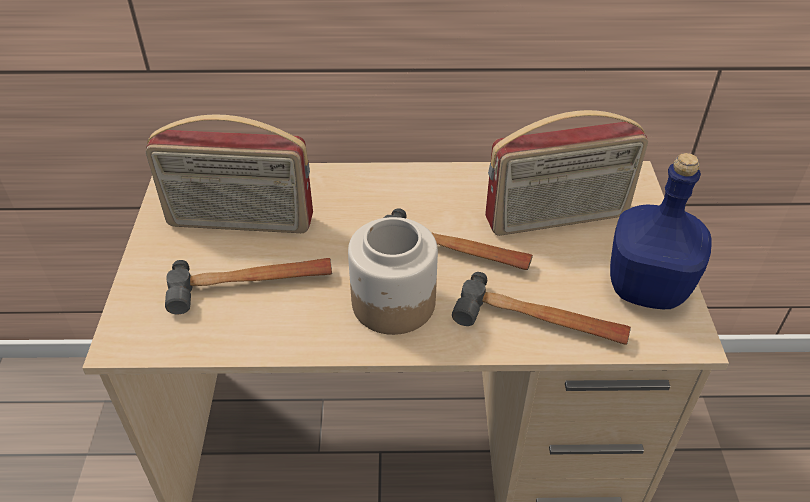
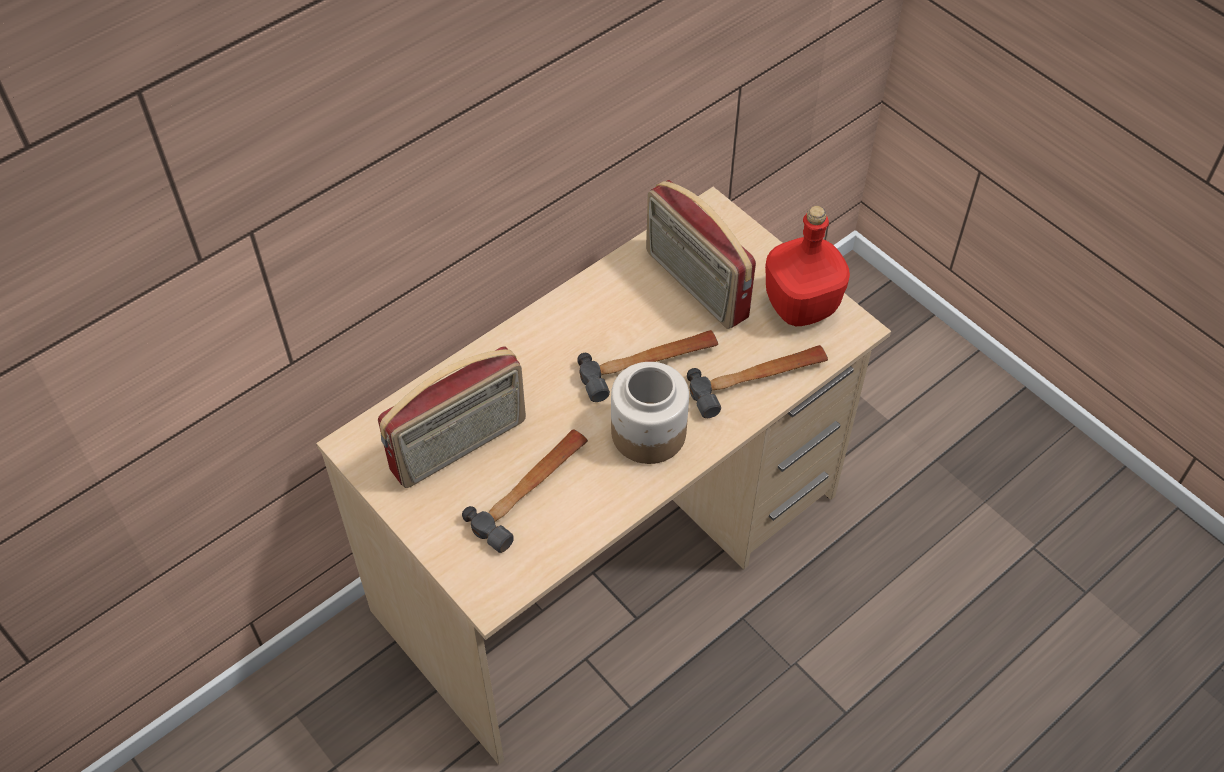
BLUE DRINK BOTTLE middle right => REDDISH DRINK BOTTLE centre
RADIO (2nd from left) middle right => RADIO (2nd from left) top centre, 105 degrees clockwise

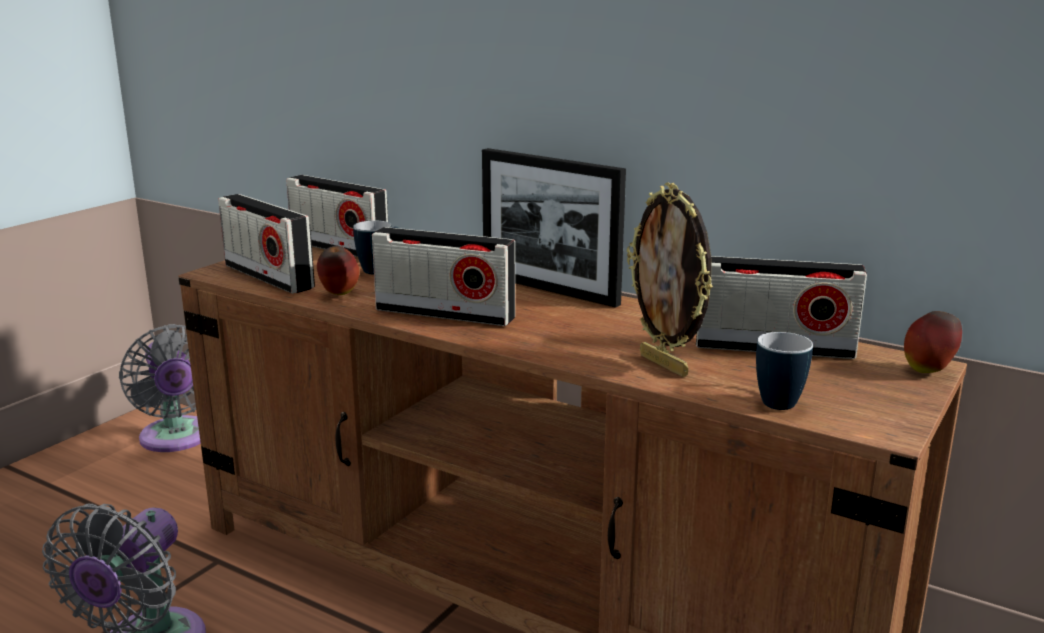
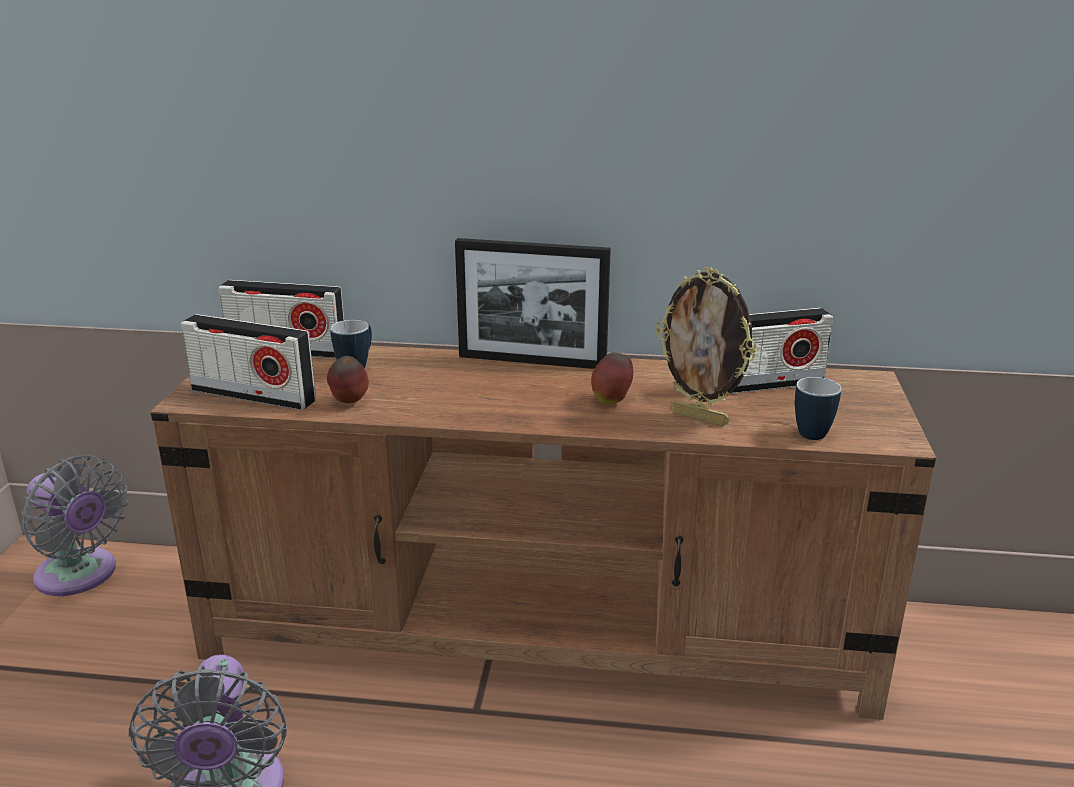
RADIO (3rd from left) centre => nothing
APPLE (2nd from left) middle right => APPLE (2nd from left) centre, moved

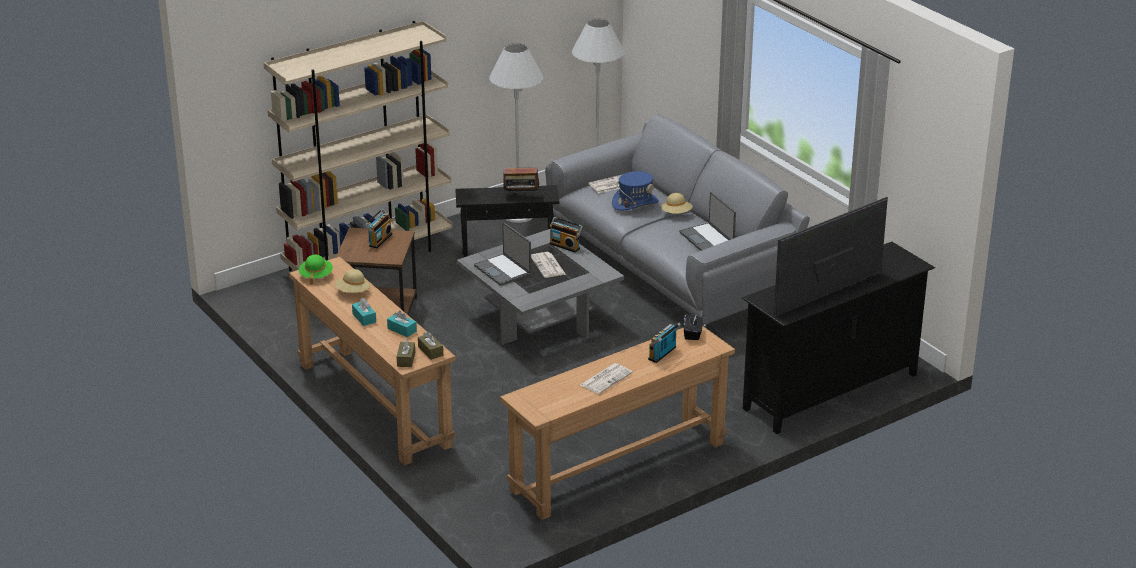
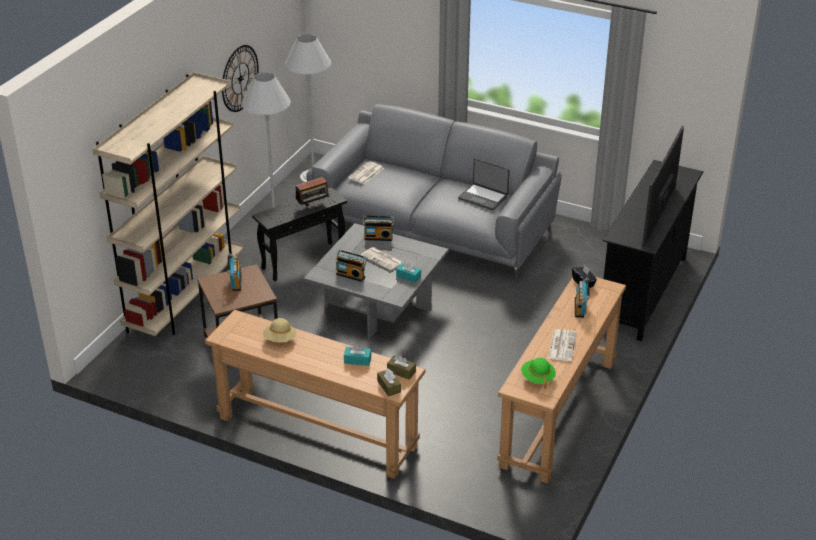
BLUE HAT centre => nothing
BEIGE HAT (2nd from left) centre => nothing
nothing => WALL CLOCK top left
GREEN HAT middle left => GREEN HAT bottom centre, moved
BLUE-GREEN BOX OF TISSUES (1st from left in the first image) middle left => BLUE-GREEN BOX OF TISSUES (2nd from left) centre, moved
LAPTOP (1st from left) centre => RADIO (3rd from left) centre

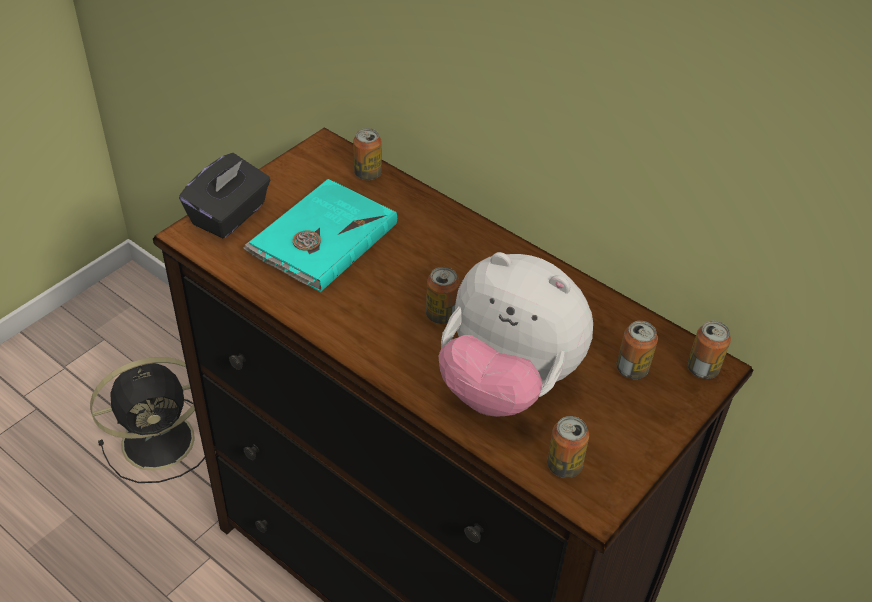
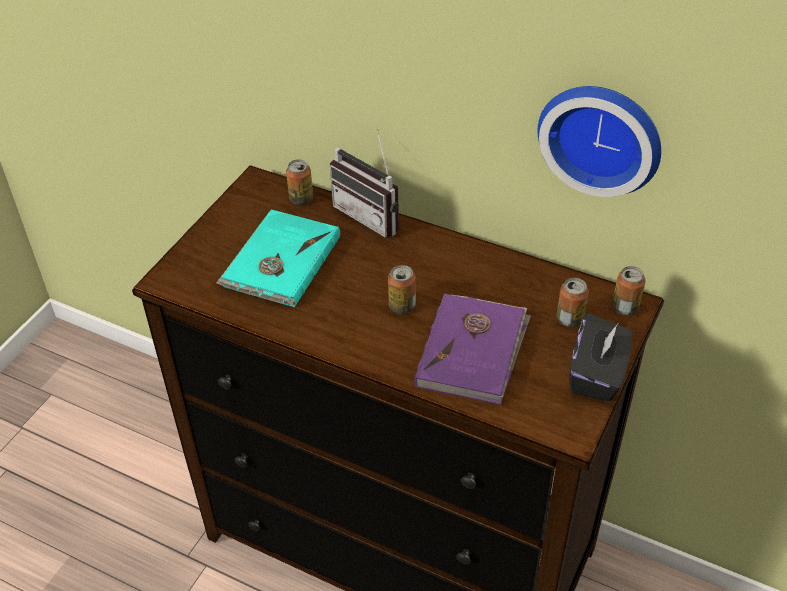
BLACKISH ELECTRIC FAN bottom left => nothing
METAL CAN (3rd from left) bottom centre => nothing
nothing => RADIO top centre
nothing => WALL CLOCK top right
BLACKISH BOX OF TISSUES top left => BLACKISH BOX OF TISSUES middle right, moved
CUDDLY TOY centre => PURPLISH BOUND BOOK centre

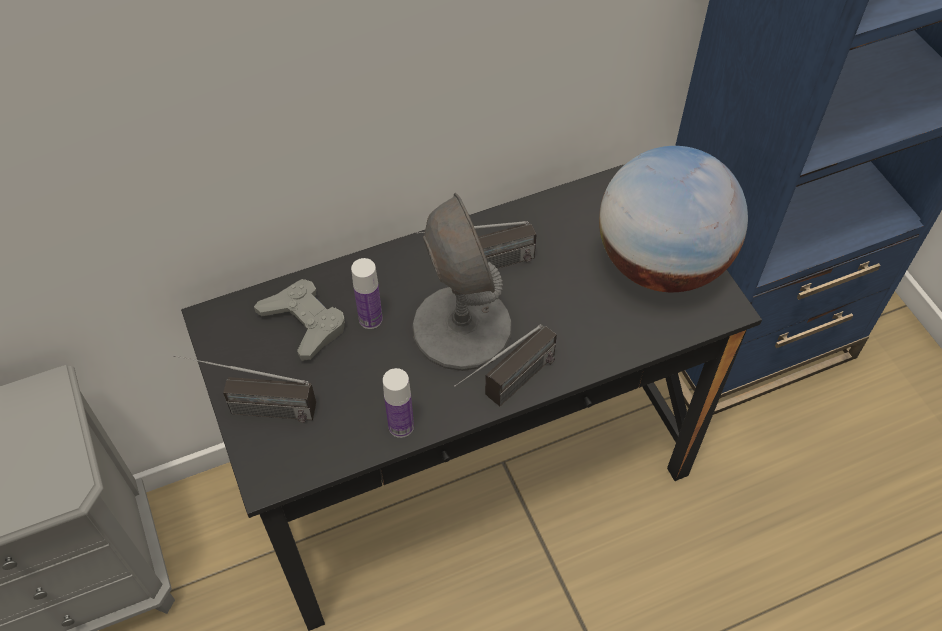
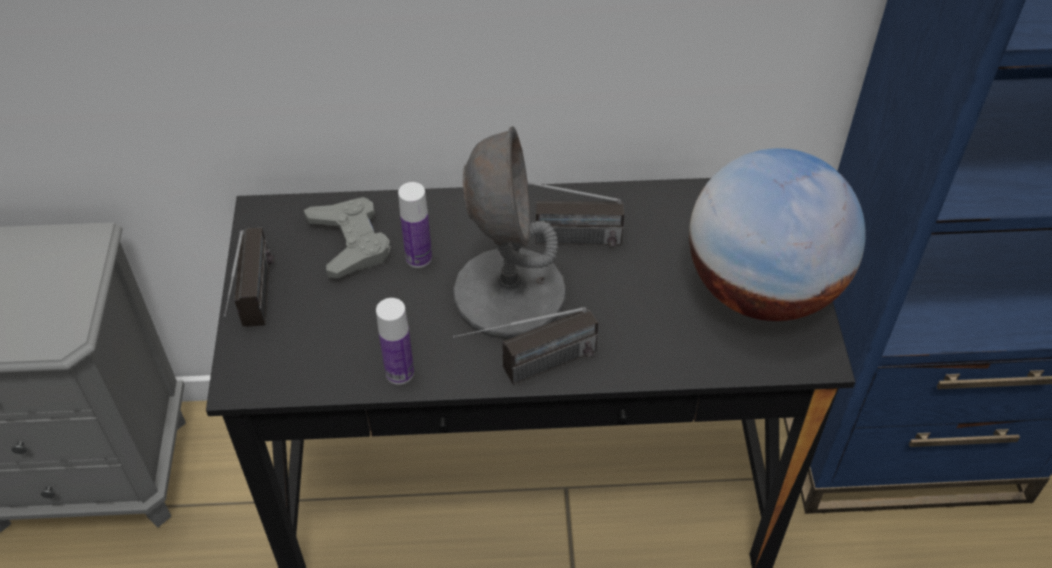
RADIO (1st from left) middle left, 120 degrees counterclockwise

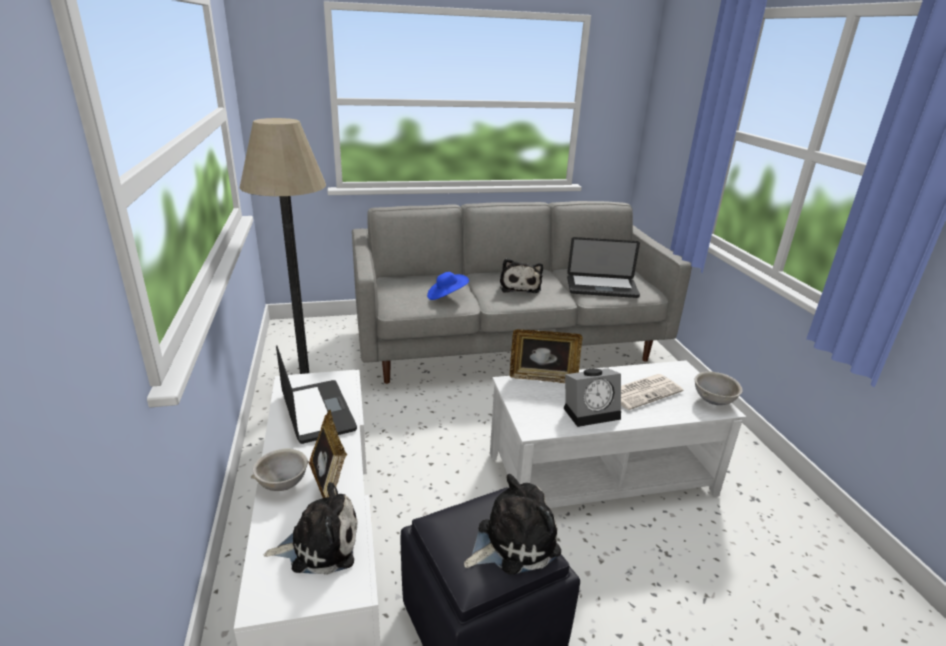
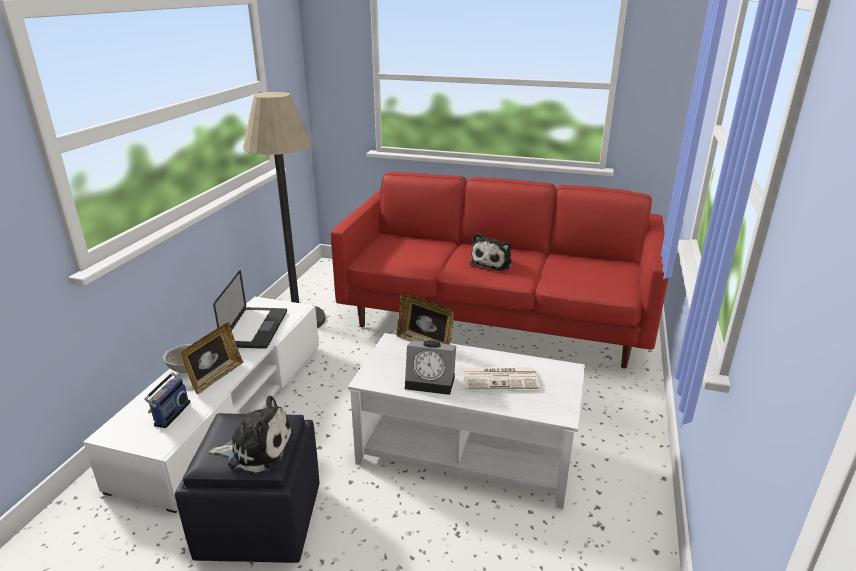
BLUE HAT centre => nothing
LAPTOP (2nd from left) centre => nothing
GREYISH SERVING BOWL (2nd from left) middle right => nothing
CUDDLY TOY (1st from left) bottom left => RADIO bottom left
GREYISH SETTEE centre => REDDISH SETTEE centre

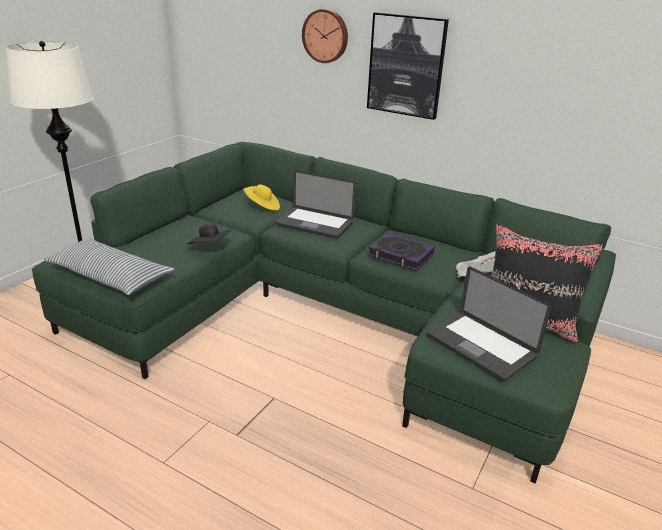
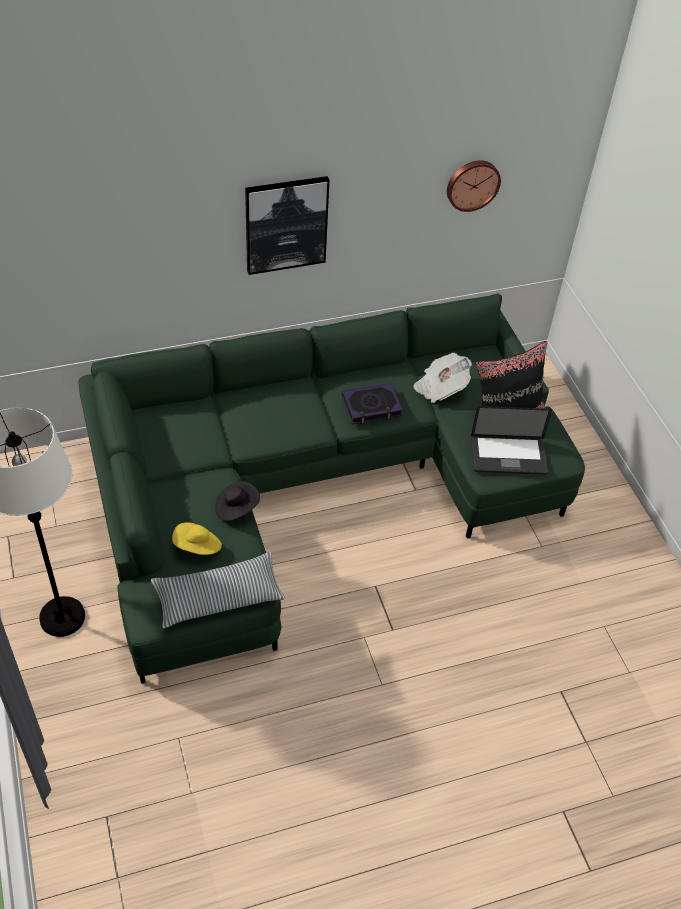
LAPTOP (1st from left) centre => nothing
YELLOWISH HAT centre => YELLOWISH HAT middle left, moved
WALL CLOCK top centre => WALL CLOCK top right, moved

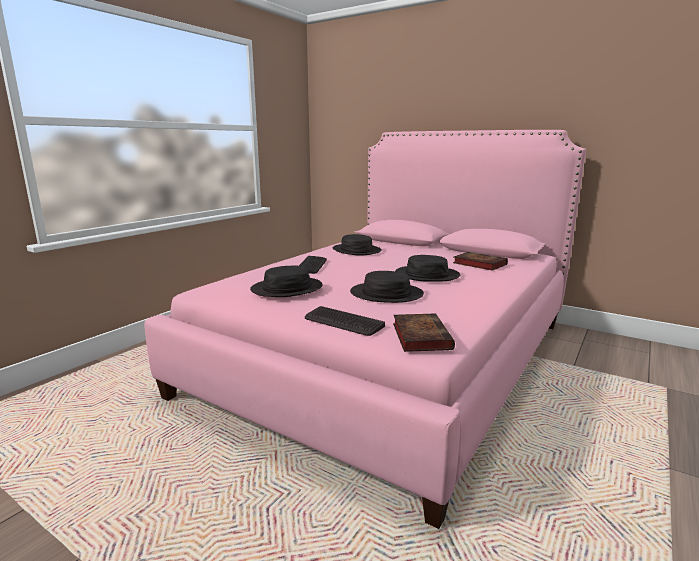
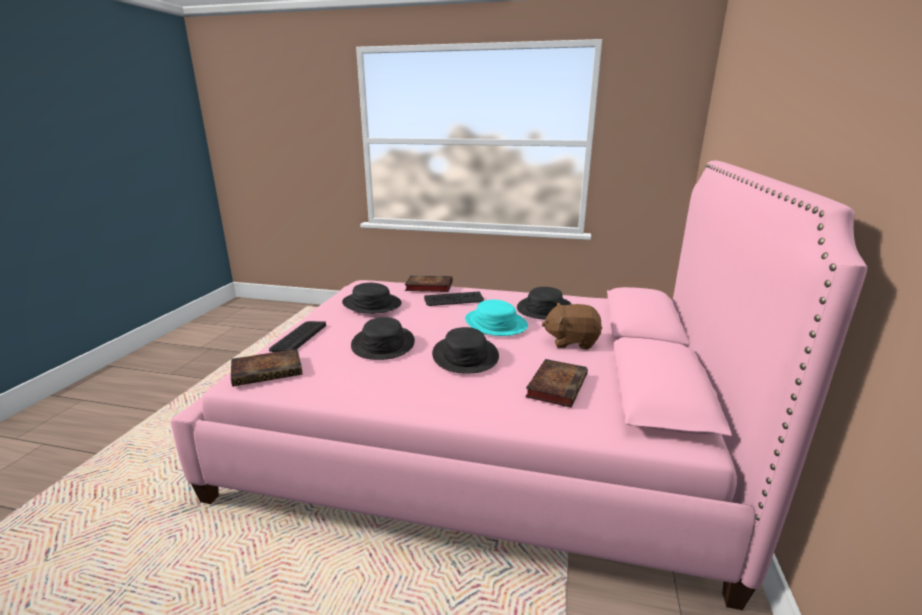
nothing => BOUND BOOK (2nd from left) centre
nothing => BLUE-GREEN HAT centre
nothing => BROWNISH CUDDLY TOY centre

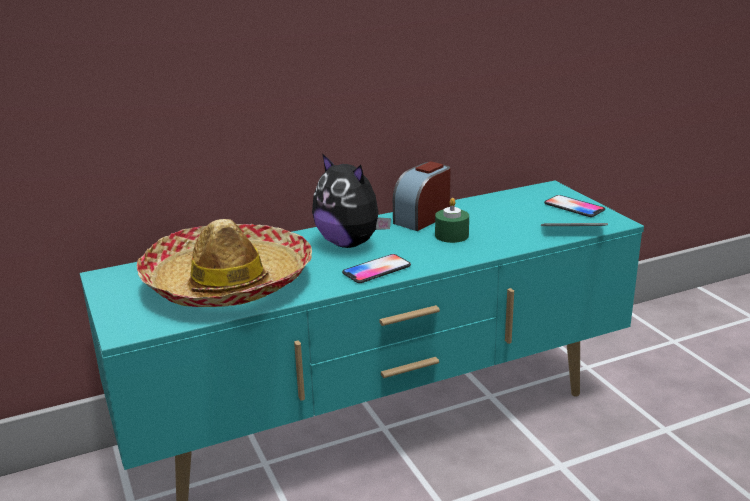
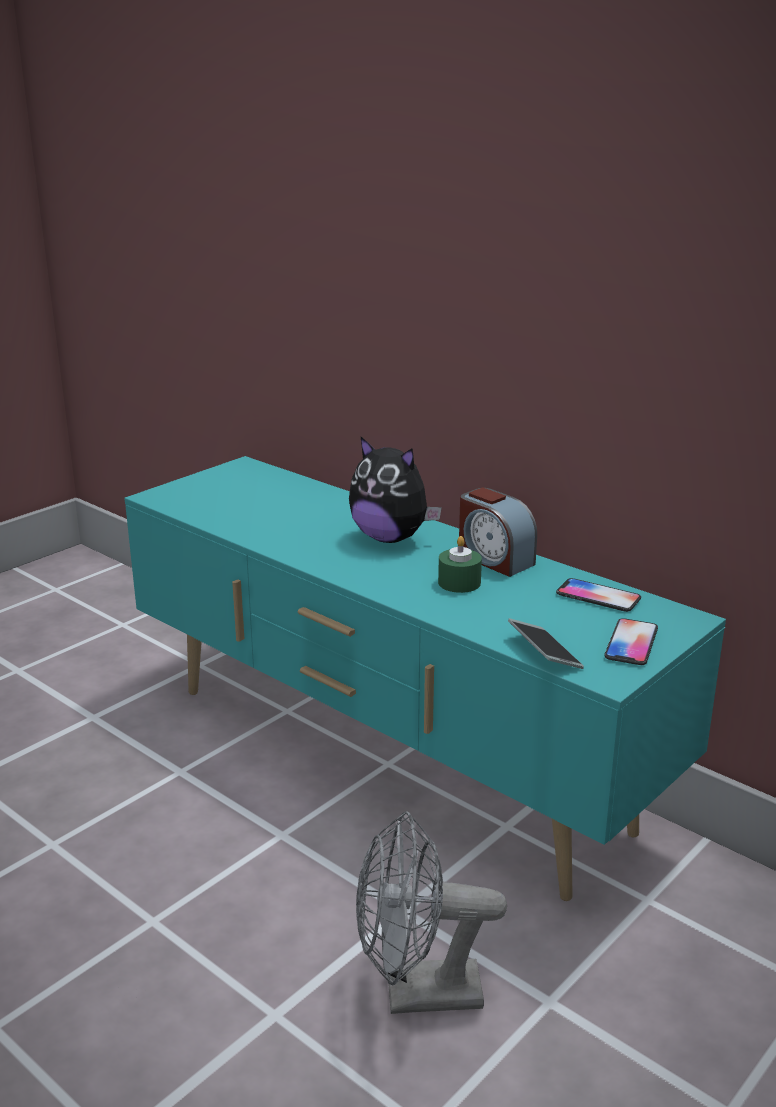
HAT middle left => nothing
nothing => GREYISH ELECTRIC FAN bottom centre
PHONE (1st from left in the first image) centre => PHONE (2nd from left) middle right, moved
CUDDLY TOY centre, 75 degrees counterclockwise
BEDSIDE CLOCK centre, 150 degrees counterclockwise

